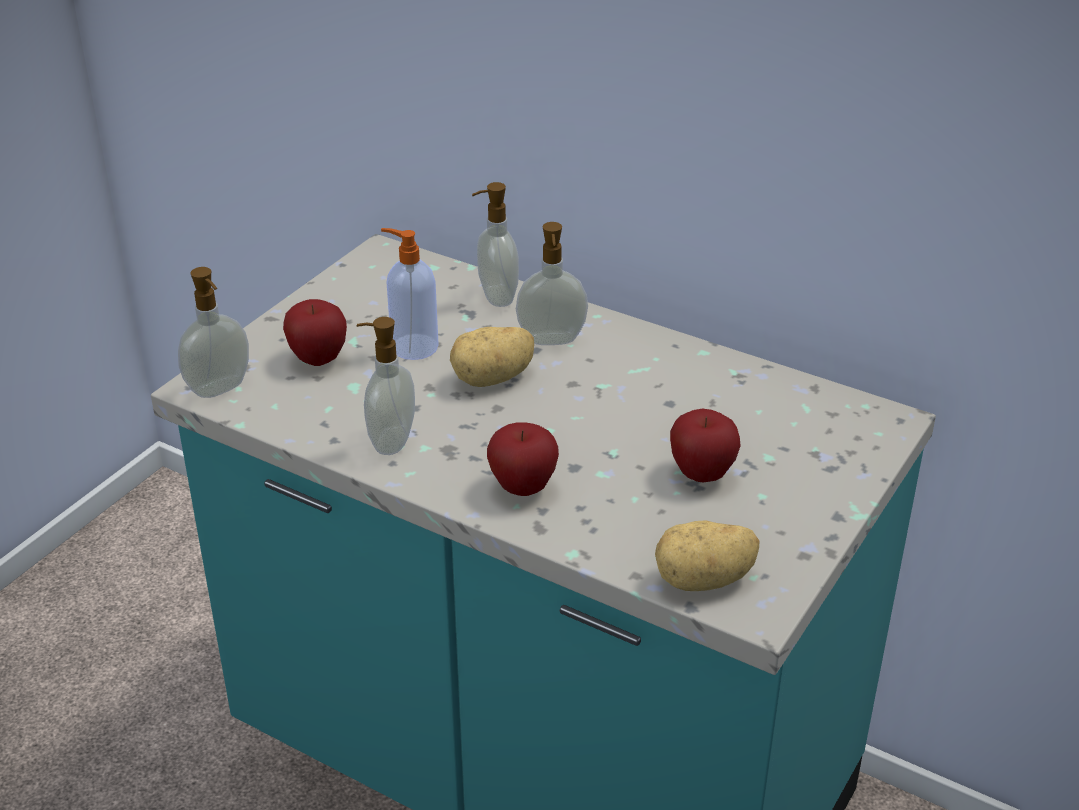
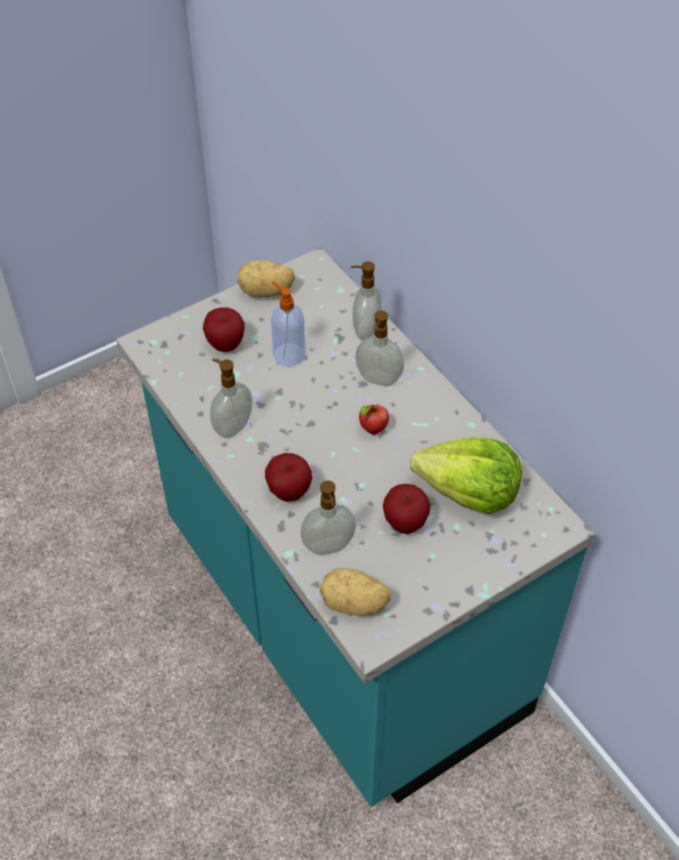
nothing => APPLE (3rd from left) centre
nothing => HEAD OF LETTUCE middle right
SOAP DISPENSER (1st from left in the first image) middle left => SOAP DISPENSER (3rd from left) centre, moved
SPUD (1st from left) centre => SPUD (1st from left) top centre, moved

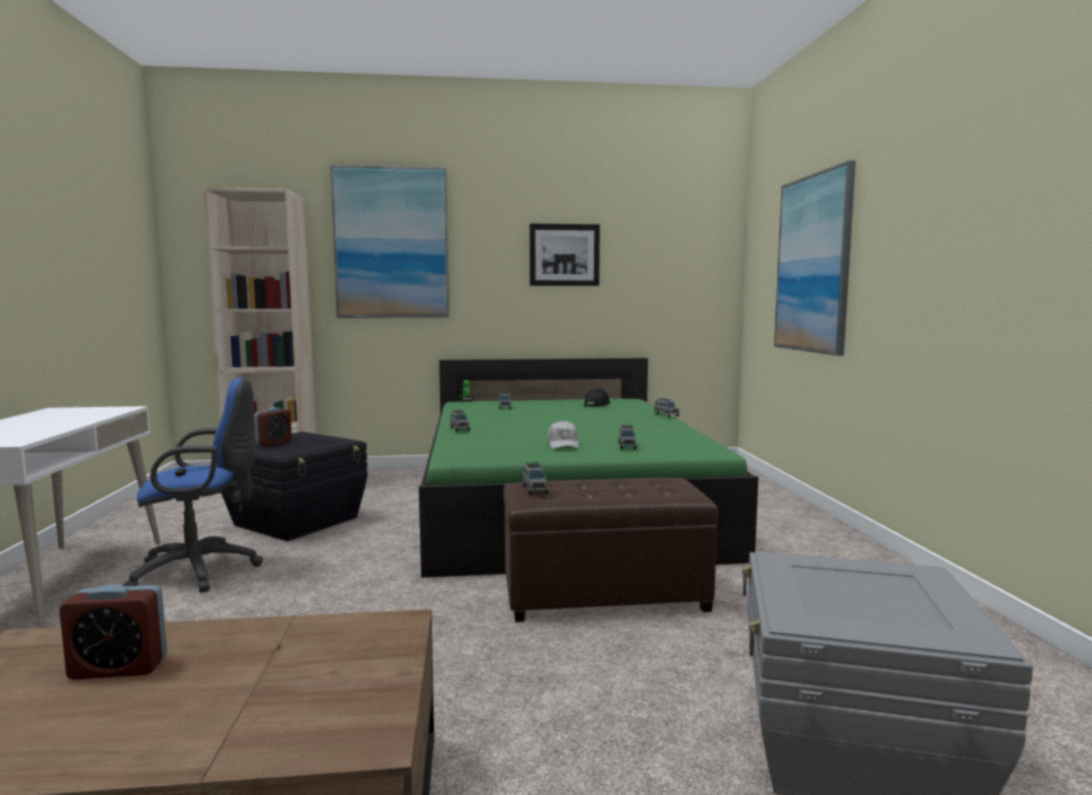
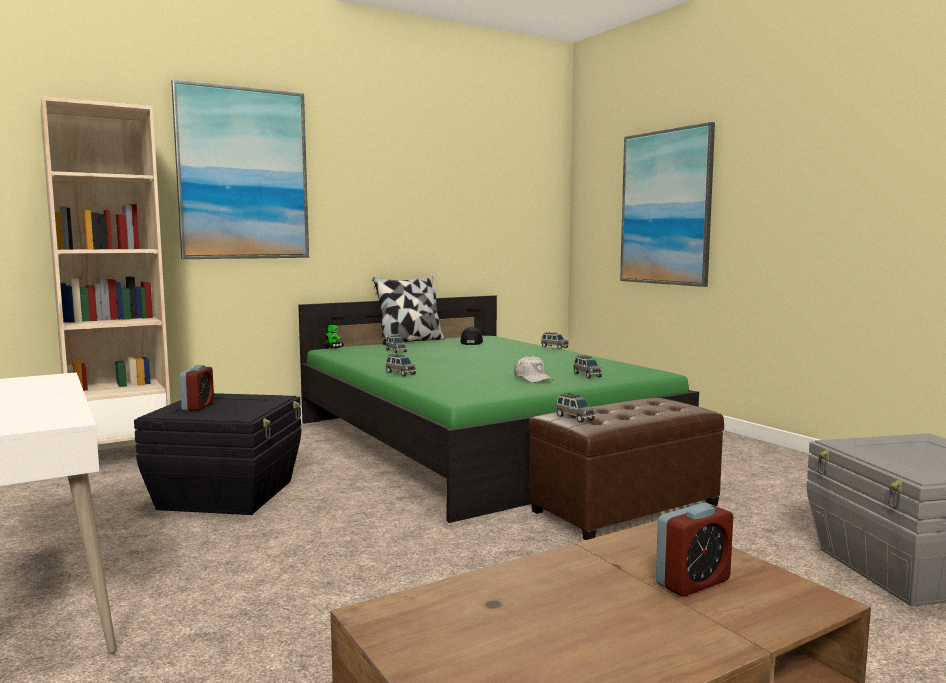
BLUE OFFICE CHAIR middle left => nothing
PICTURE (2nd from left) top centre => nothing
nothing => THROW PILLOW centre
BEDSIDE CLOCK (1st from left in the first image) bottom left => BEDSIDE CLOCK (2nd from left) bottom right, moved

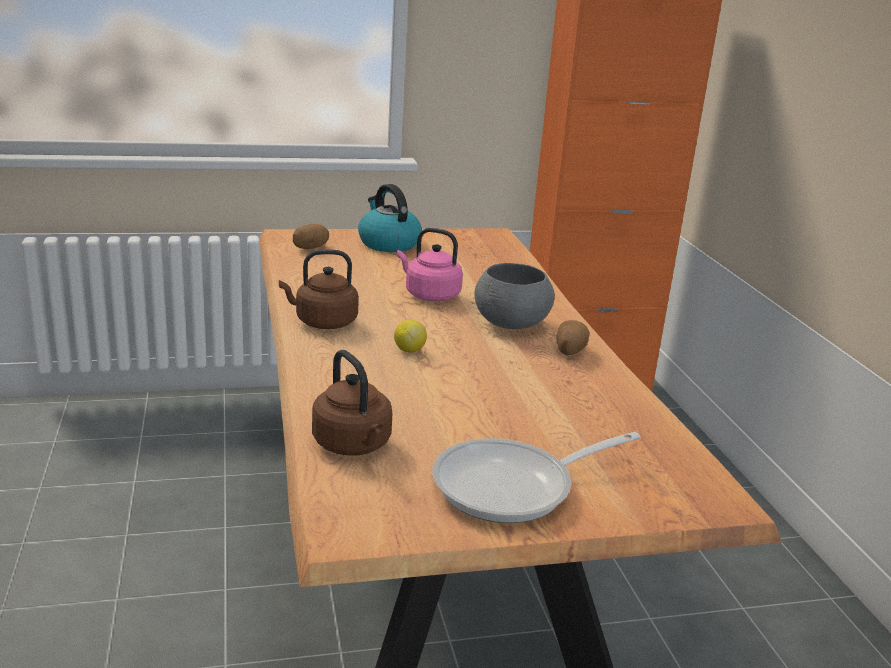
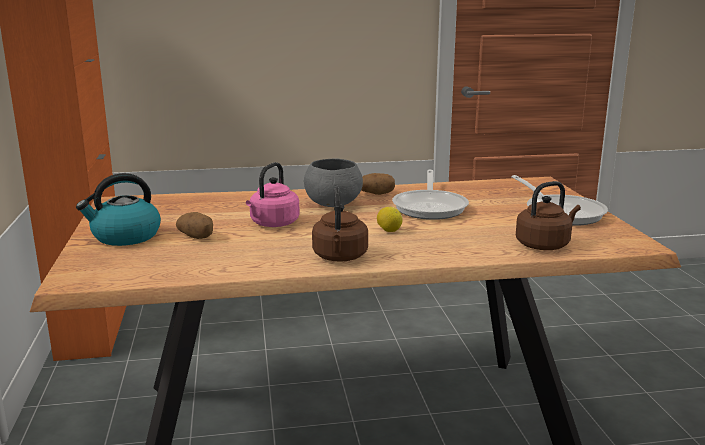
nothing => SKILLET (1st from left) centre
SPUD (1st from left) centre => SPUD (1st from left) middle left, moved

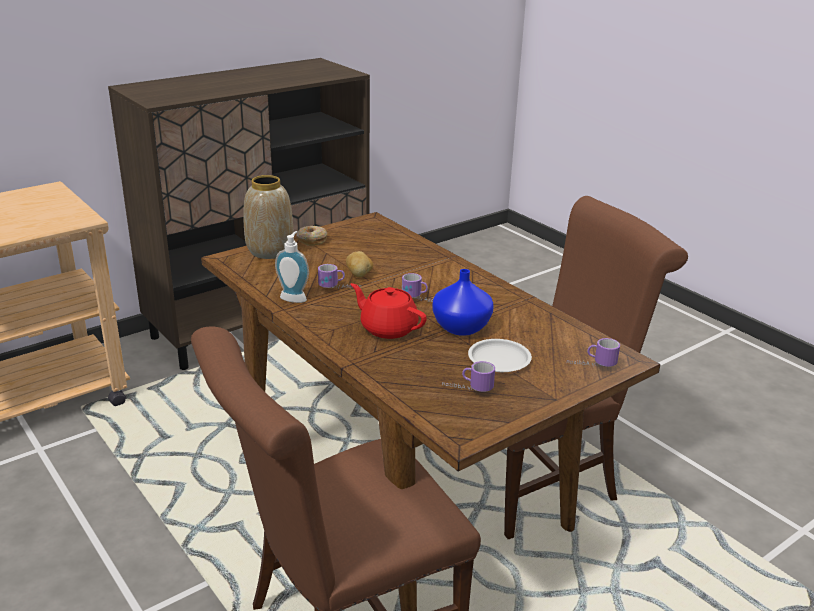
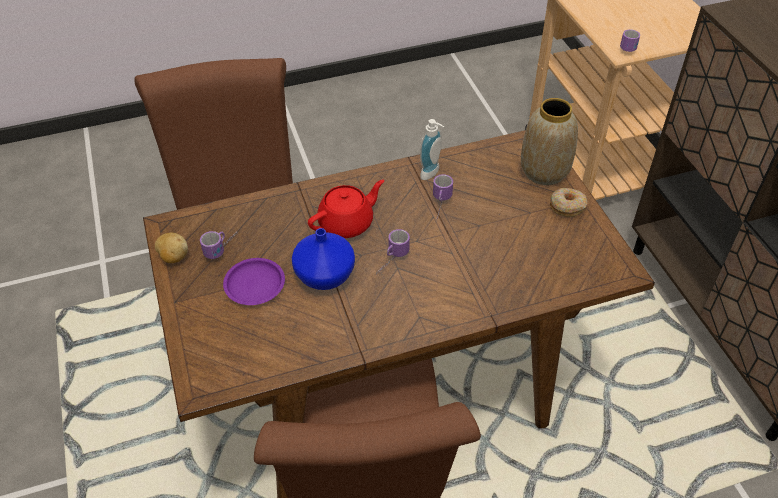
SPUD centre => SPUD middle left, moved
MUG (4th from left) middle right => MUG (4th from left) top right, moved
WHITISH FLAT DISH centre => PURPLISH FLAT DISH middle left

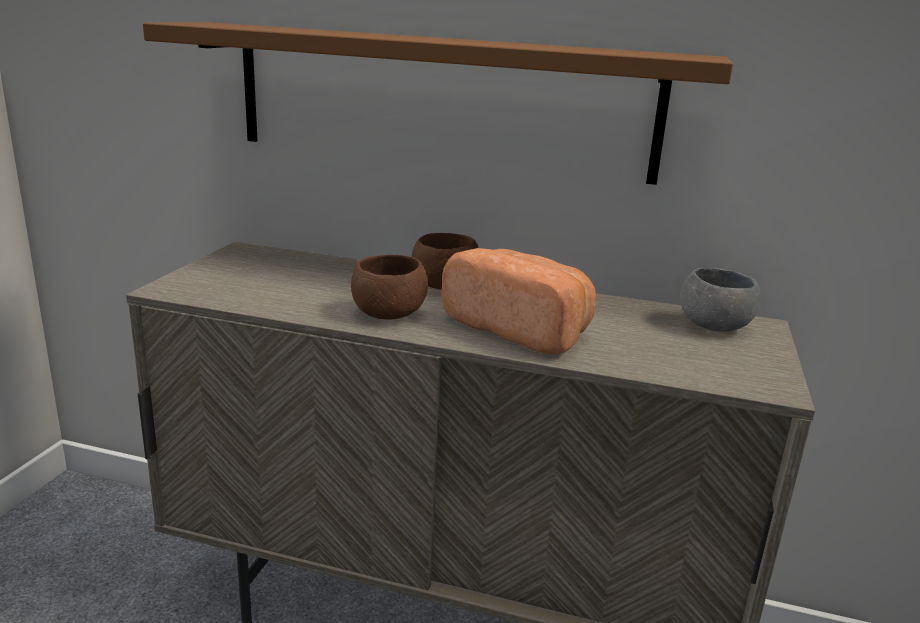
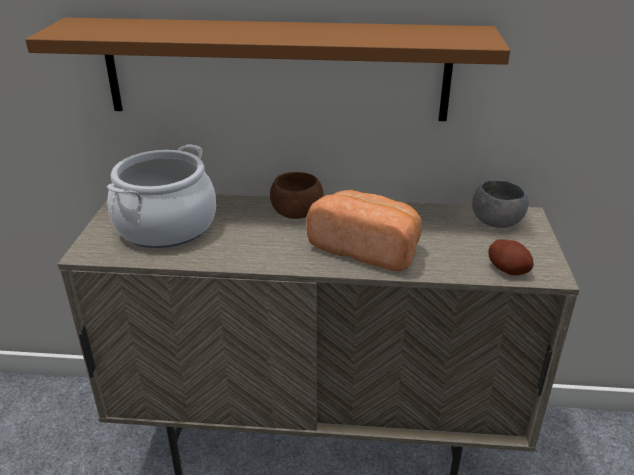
BROWNISH SERVING BOWL (1st from left) centre => nothing
nothing => STOCKPOT middle left
nothing => SPUD middle right

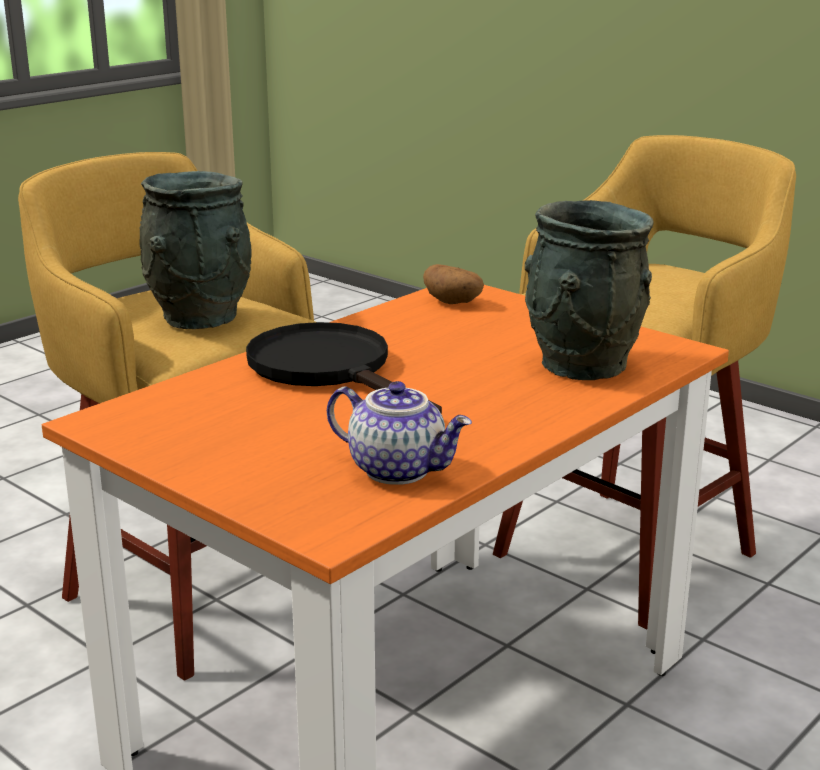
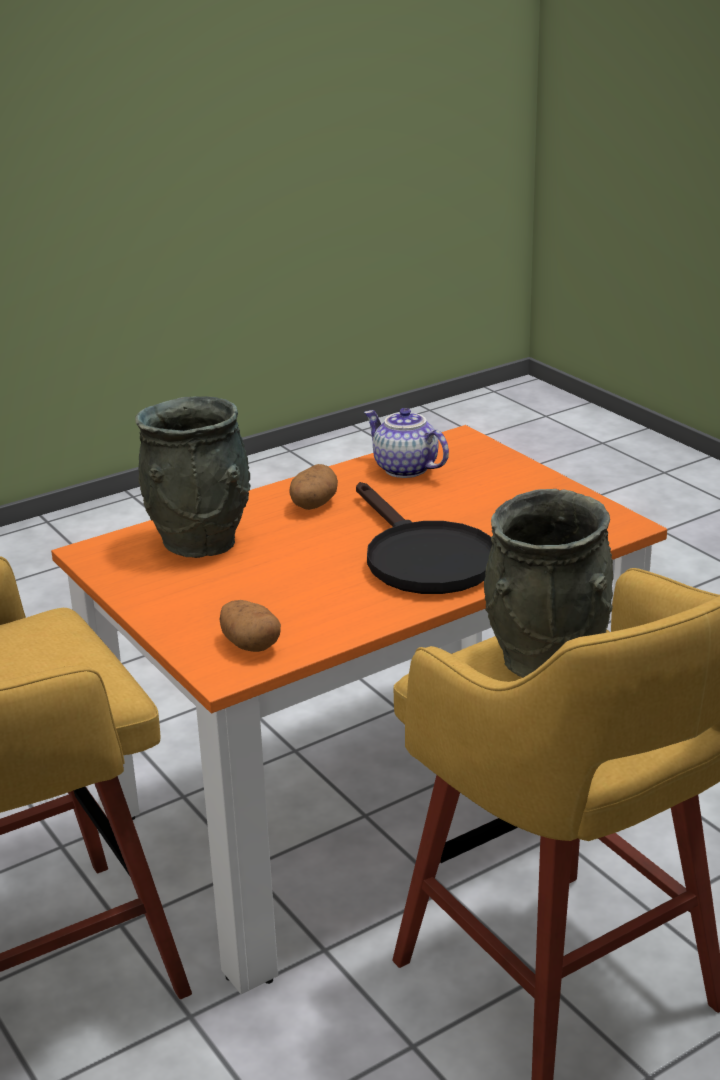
nothing => SPUD (2nd from left) centre

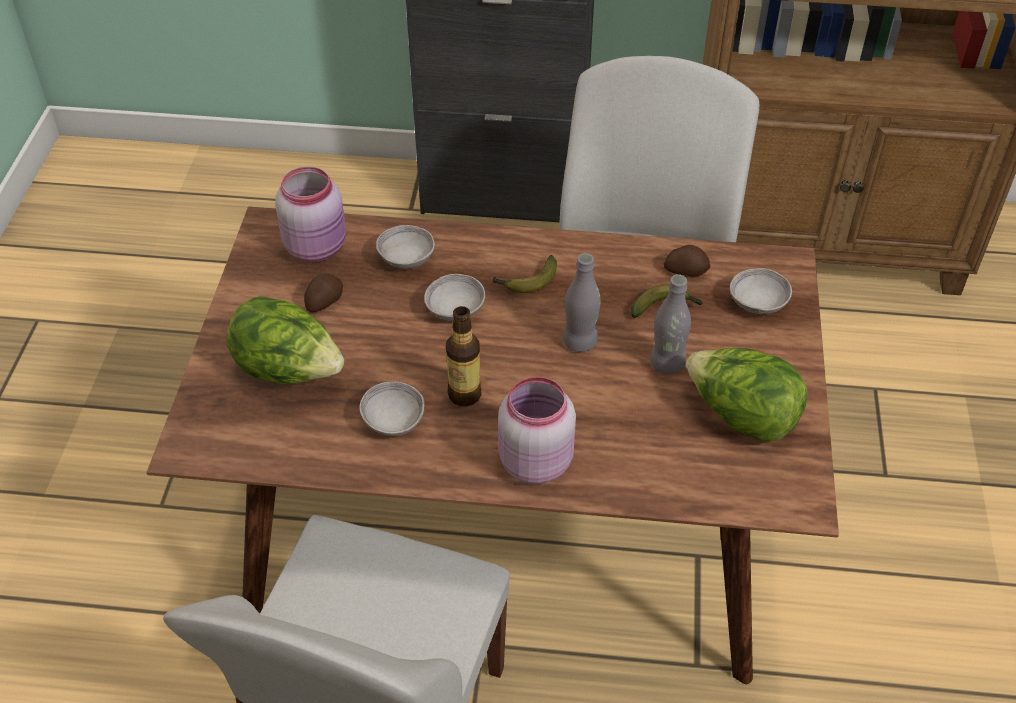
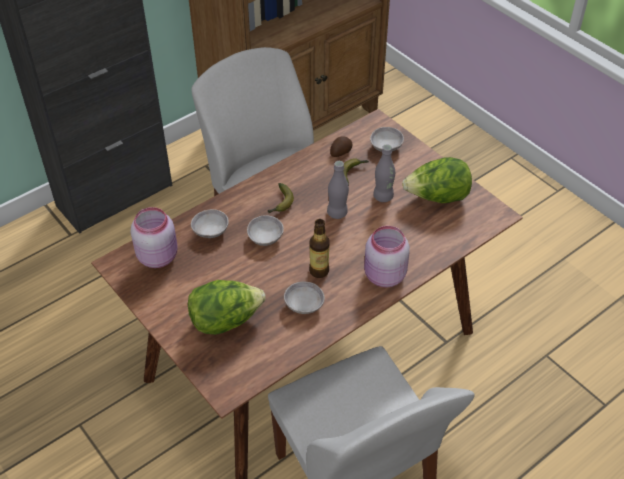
SPUD (1st from left) middle left => nothing

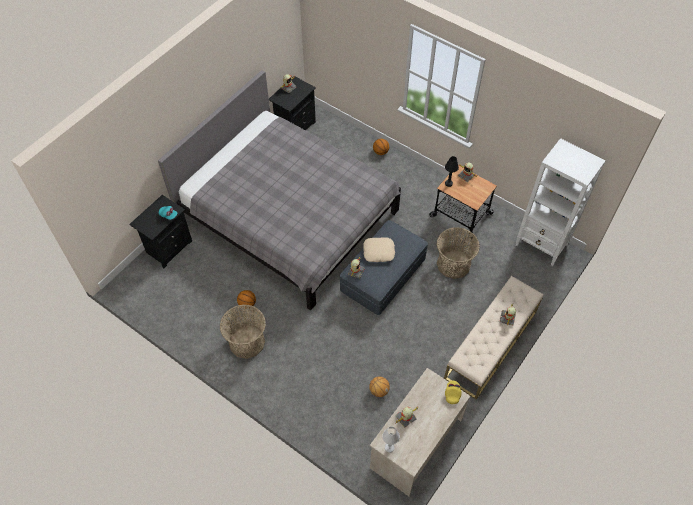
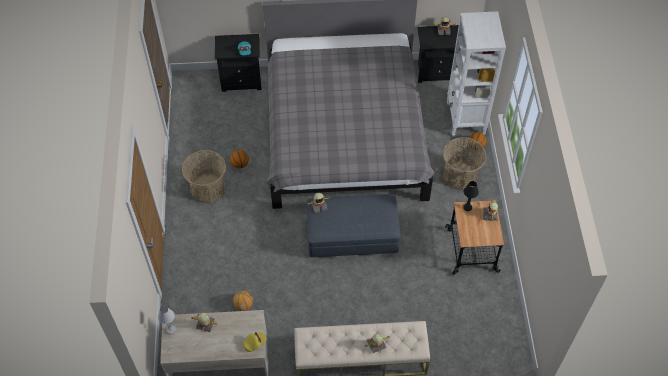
BEIGE THROW PILLOW centre => nothing
BASKET (2nd from left) centre => BASKET (2nd from left) middle right, moved
WHITISH BOOKSHELF middle right => WHITISH BOOKSHELF top right, moved

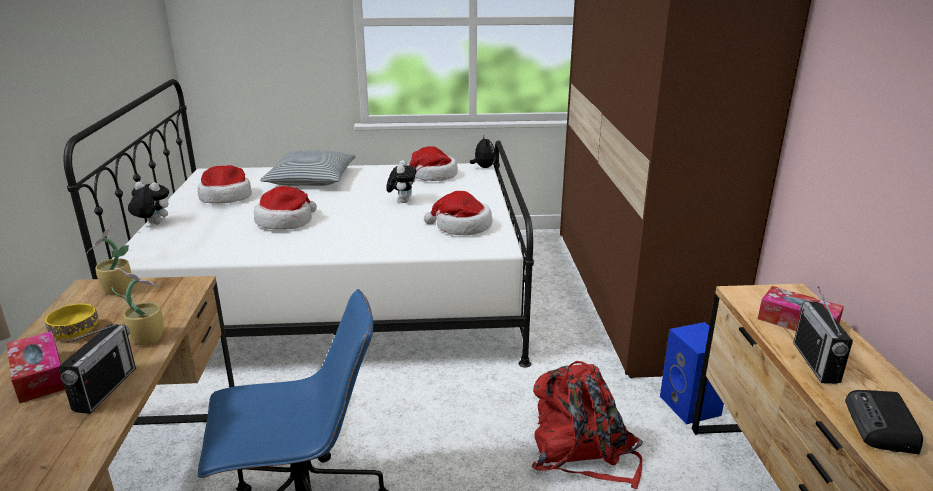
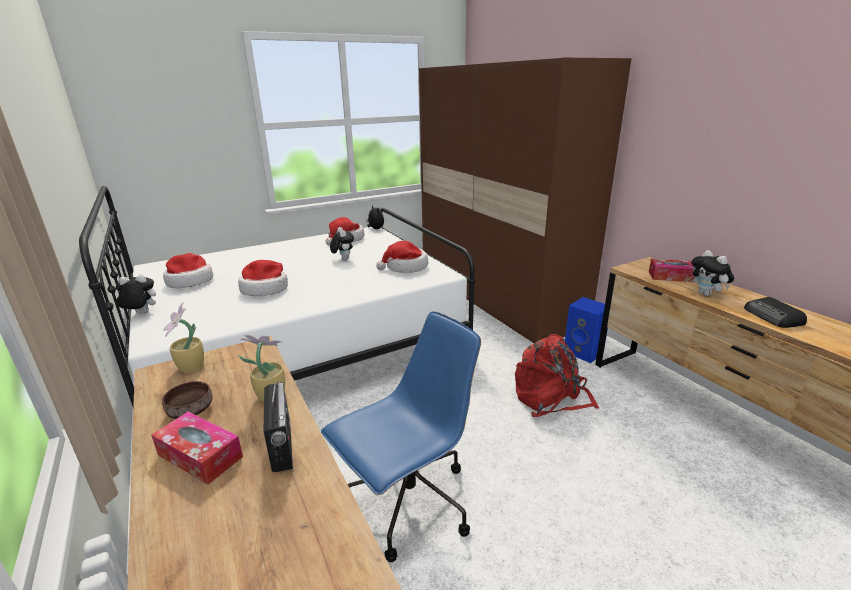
THROW PILLOW middle left => nothing
RADIO (2nd from left) bottom right => CUDDLY TOY (4th from left) middle right
YELLOWISH SERVING BOWL middle left => BROWNISH SERVING BOWL bottom left

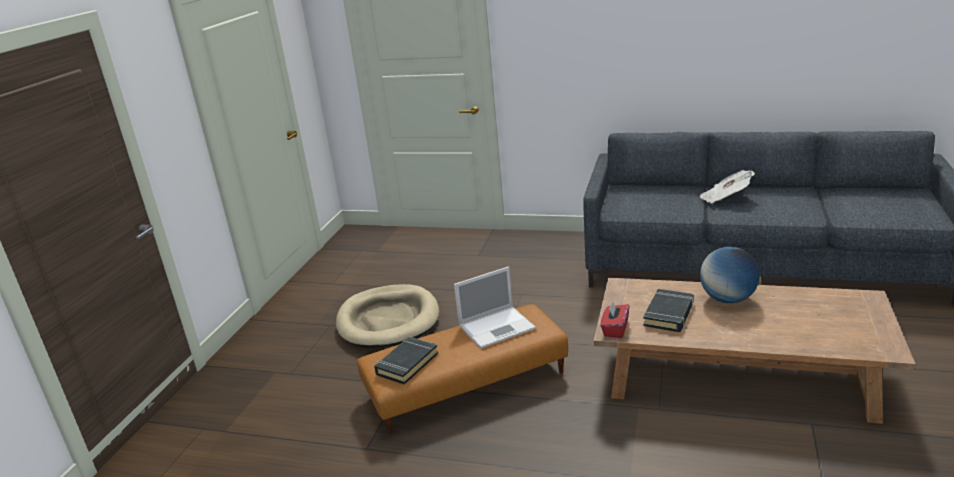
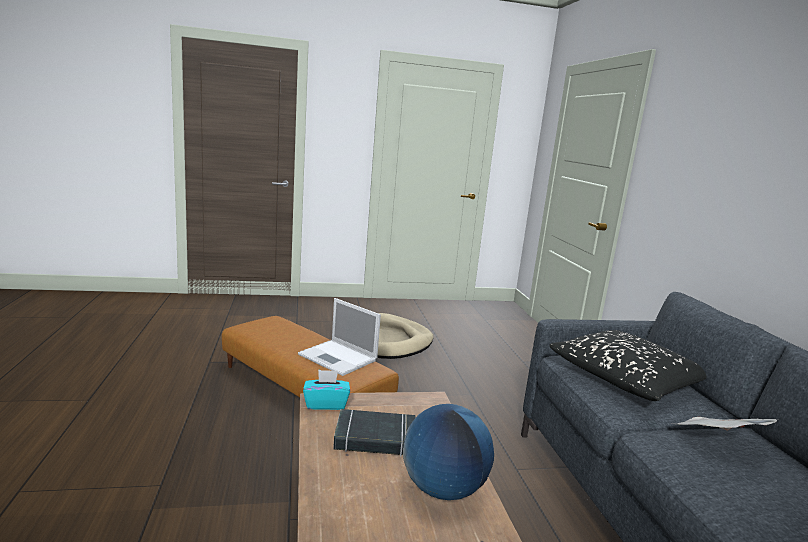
BLACKISH BOUND BOOK (1st from left) bottom centre => nothing
nothing => BLACKISH THROW PILLOW bottom right
REDDISH BOX OF TISSUES bottom centre => BLUE-GREEN BOX OF TISSUES bottom centre

